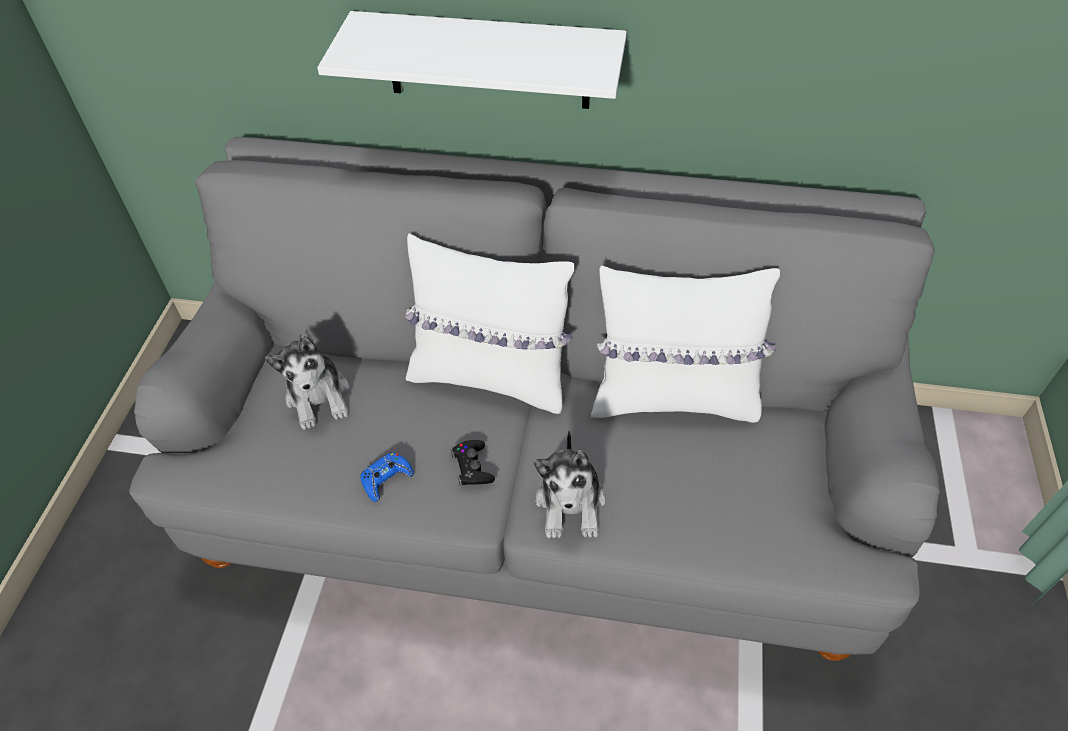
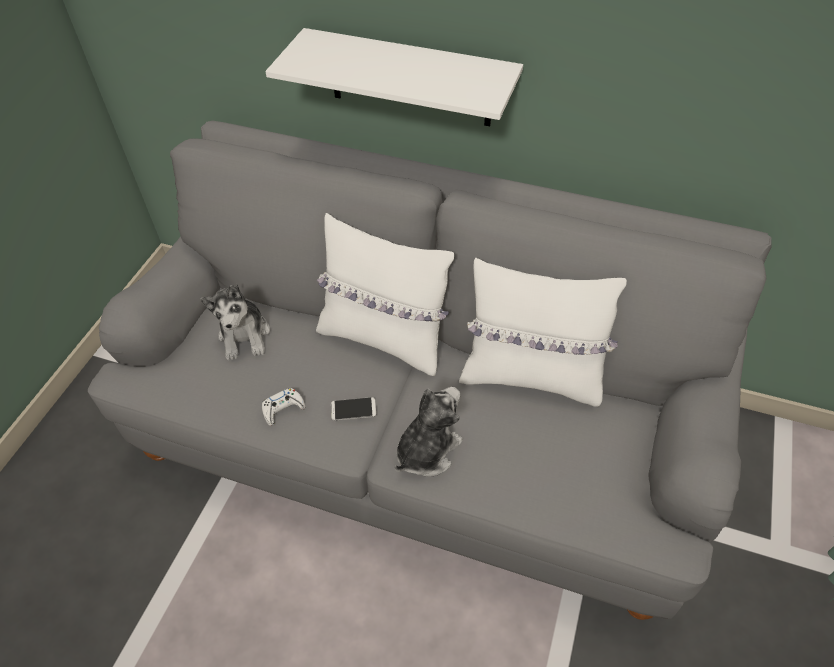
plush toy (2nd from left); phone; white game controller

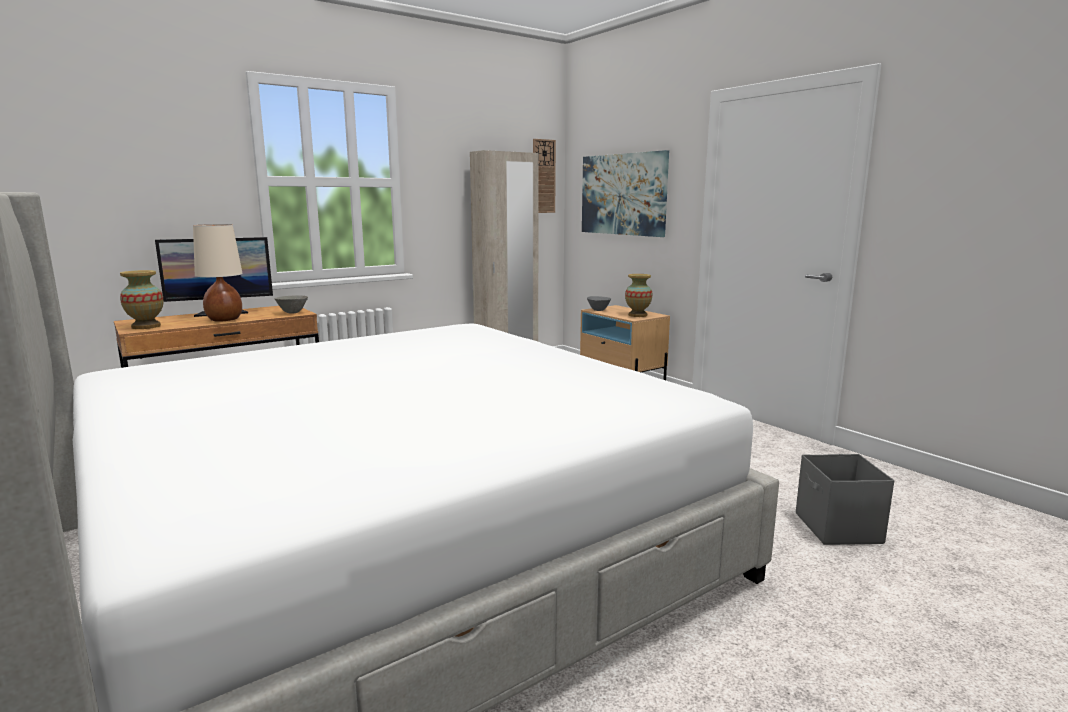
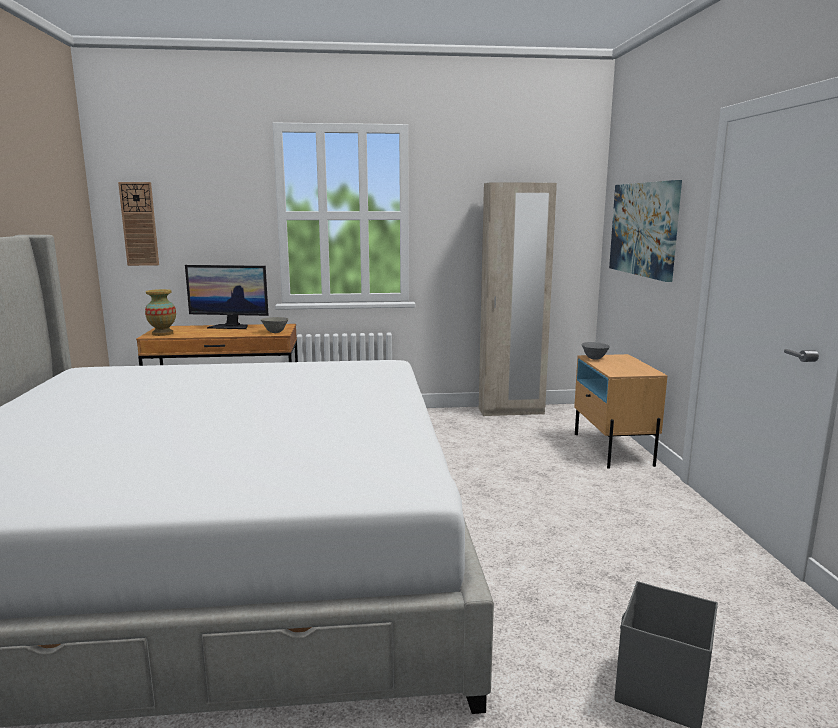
wall clock; beige table lamp; vase (2nd from left in the first image)

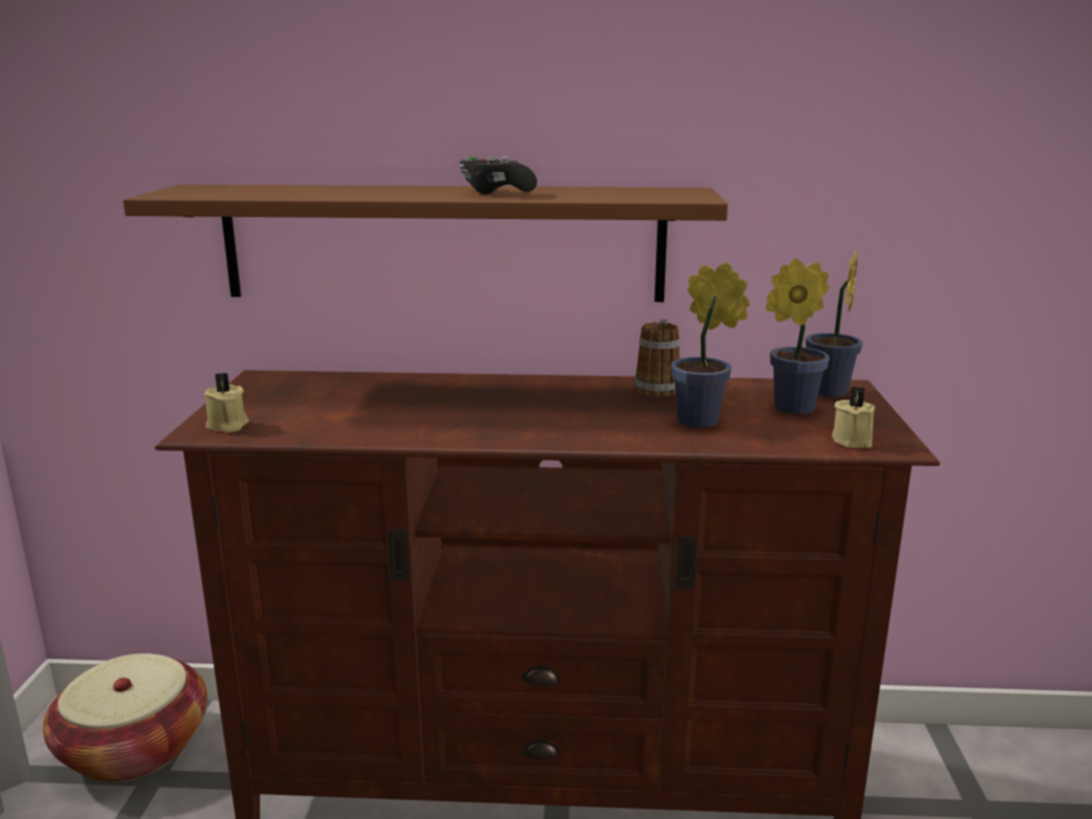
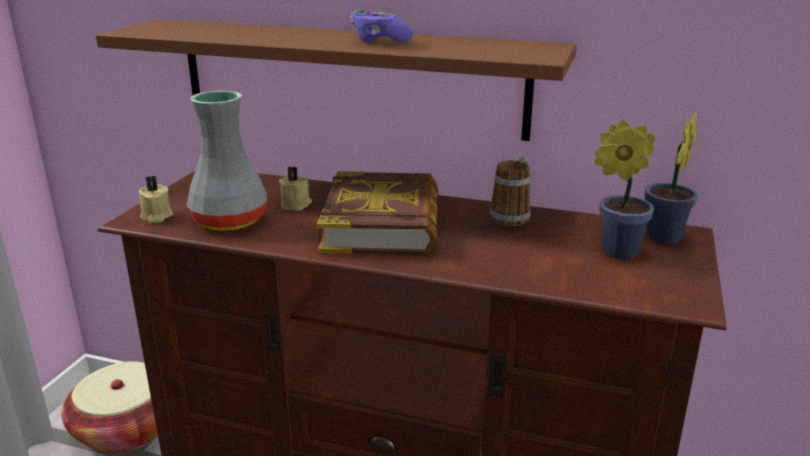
purple game controller; potted plant (1st from left in the first image); beige candle (2nd from left); grey vase; book

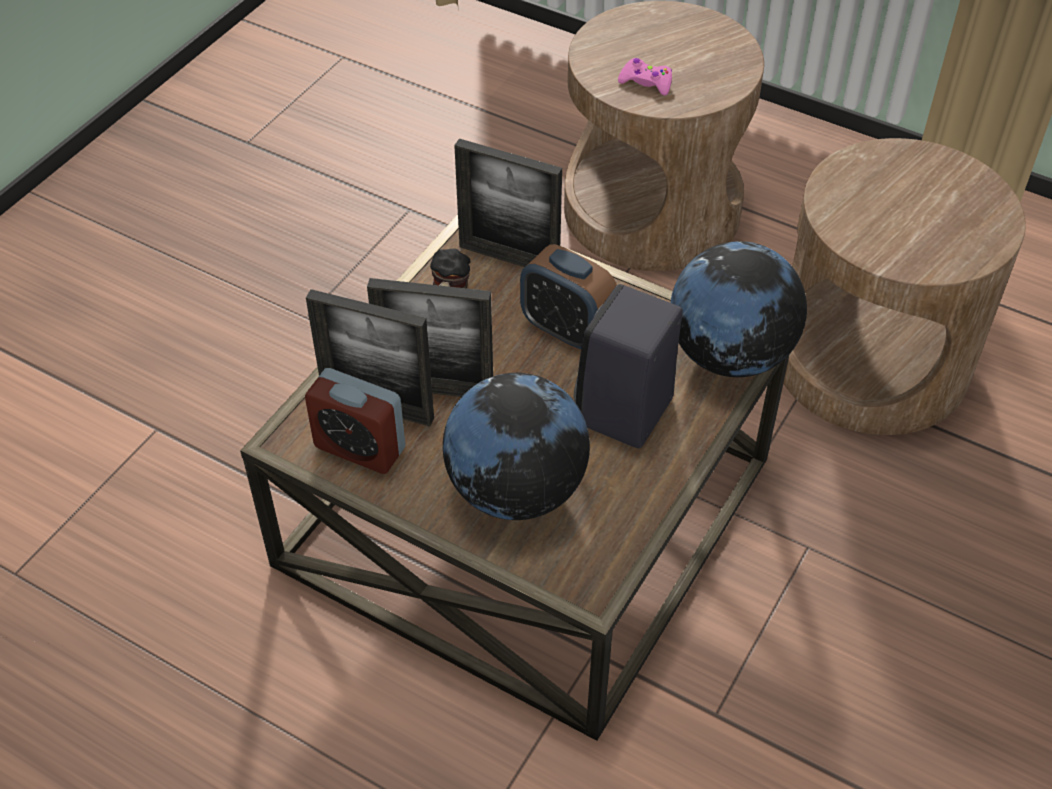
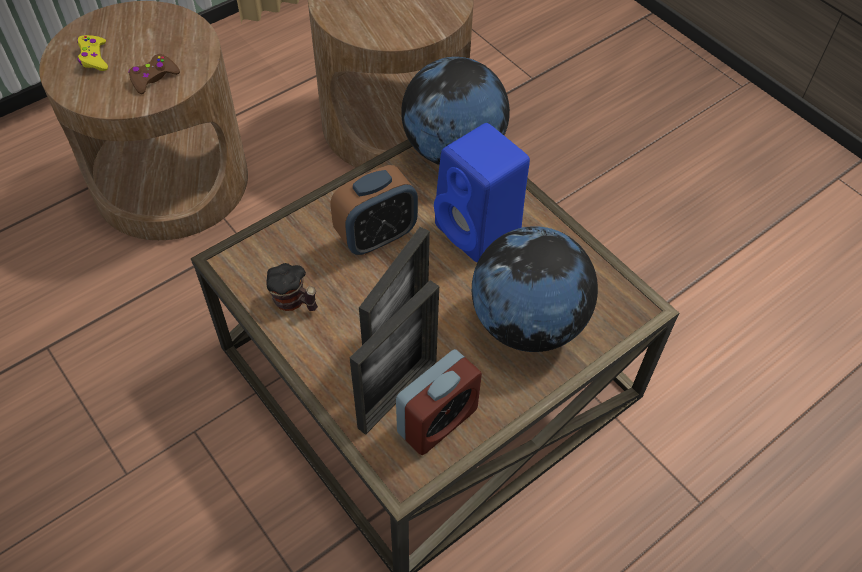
brown game controller; picture frame (3rd from left in the first image); blue speaker; yellow game controller

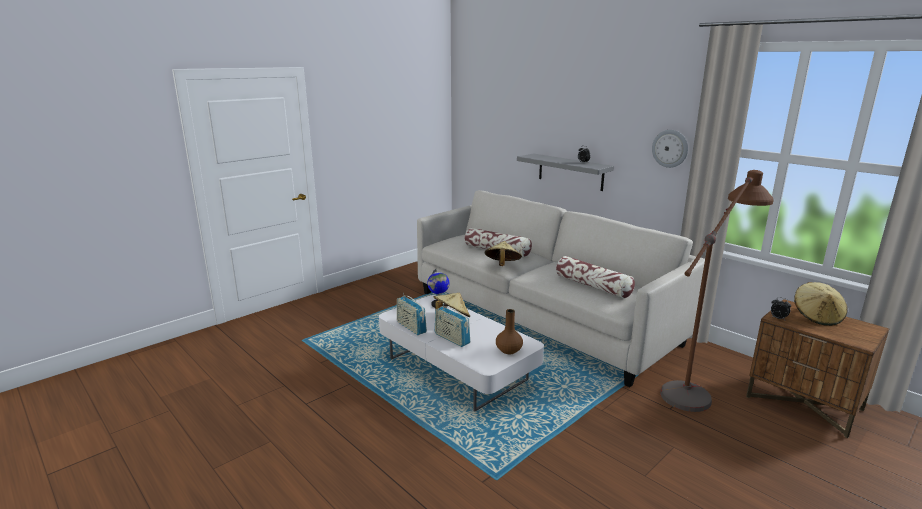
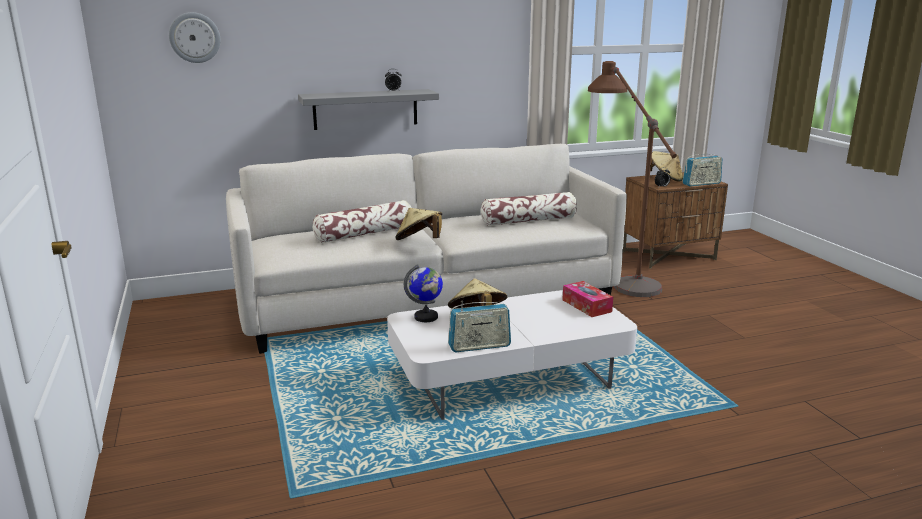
wall clock; radio (2nd from left); tissue box

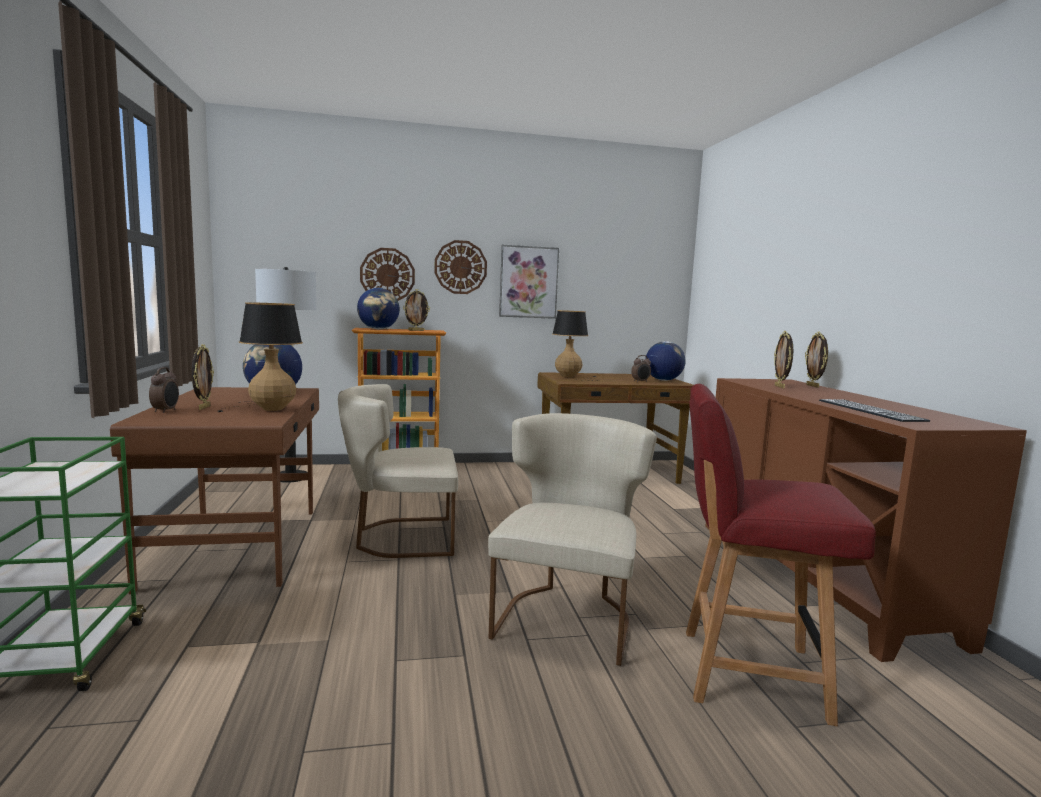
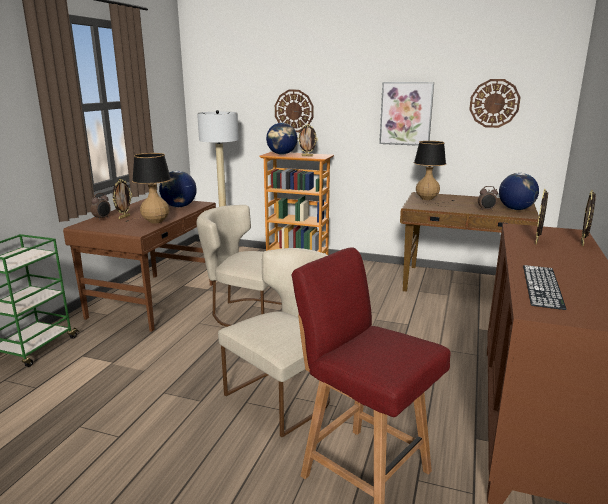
wall clock (2nd from left)

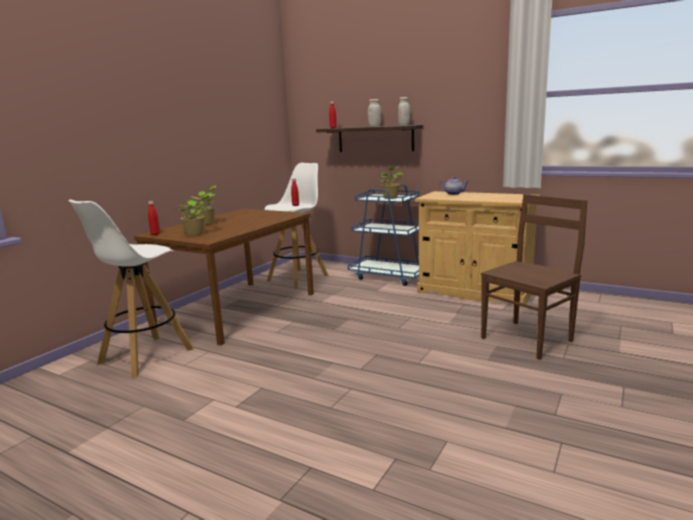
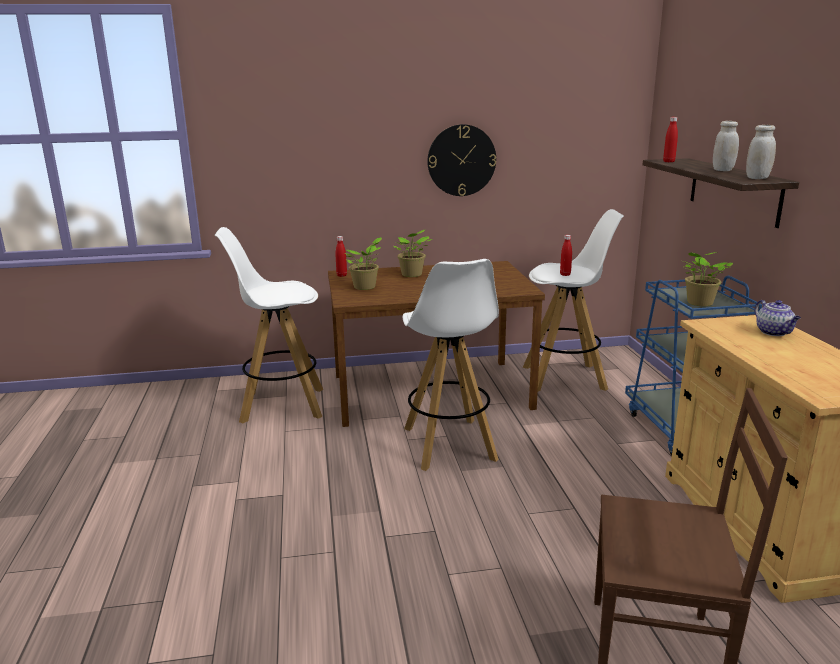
wall clock; white stool (2nd from left)

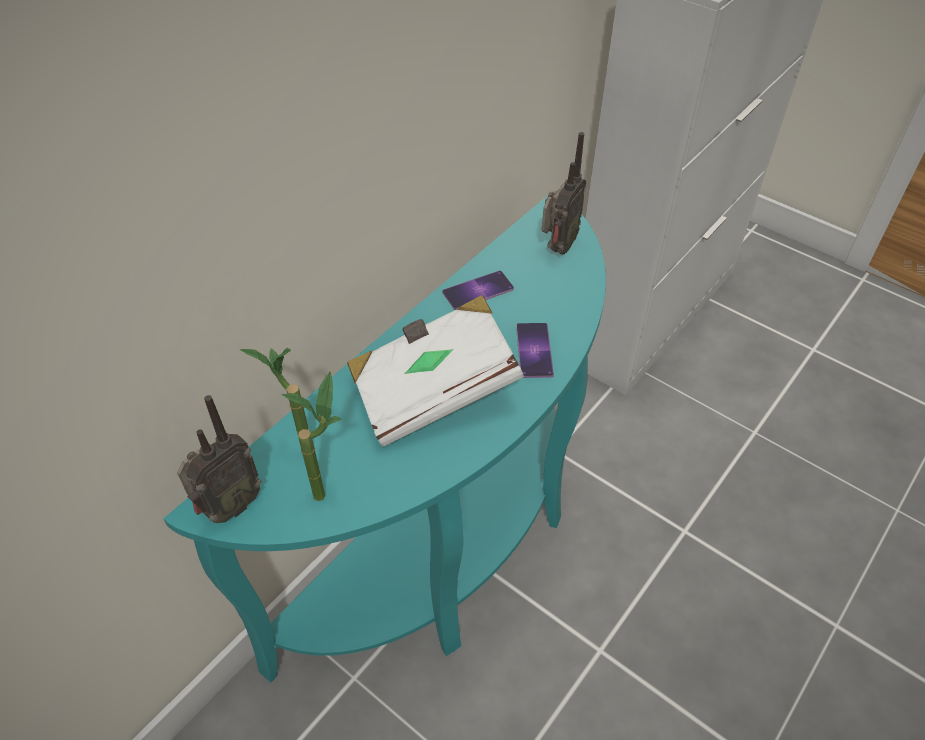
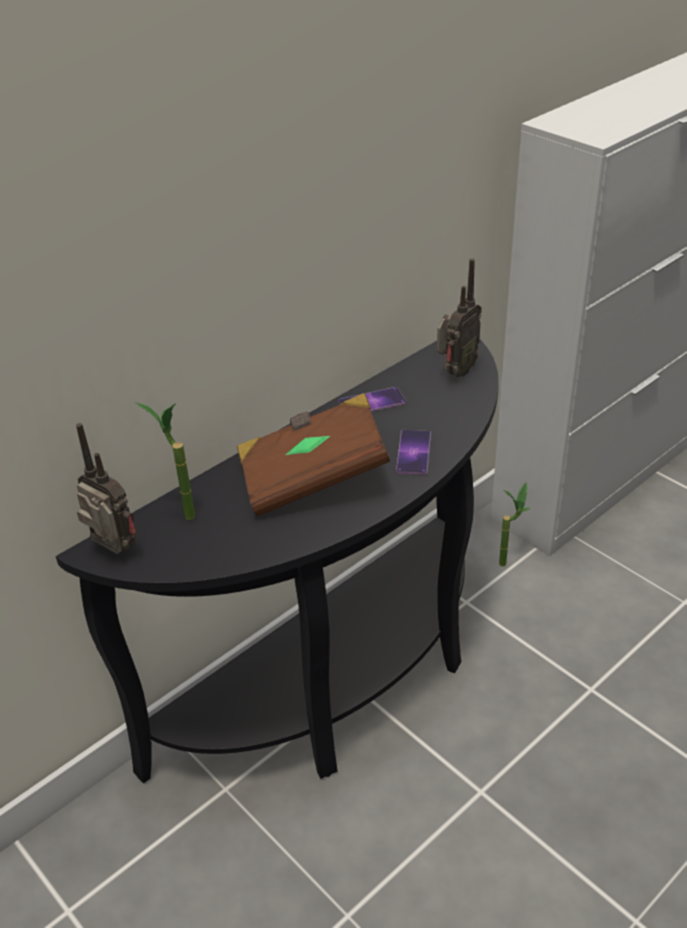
black console table; brown book; potted plant (2nd from left); radio (1st from left)

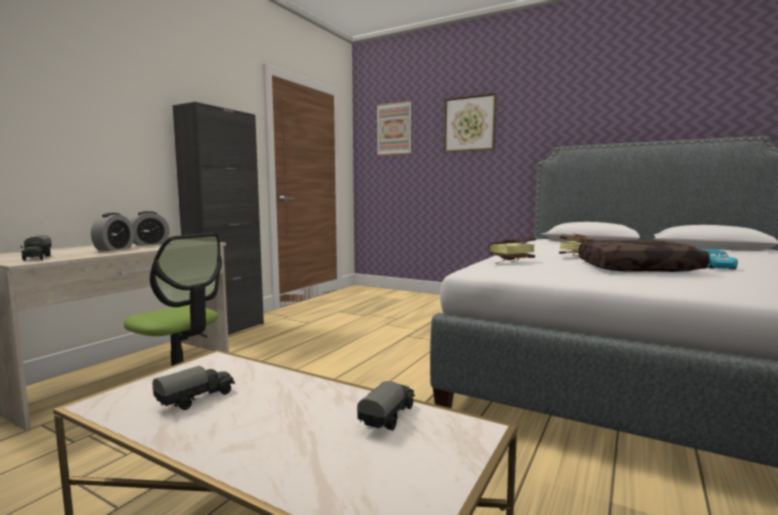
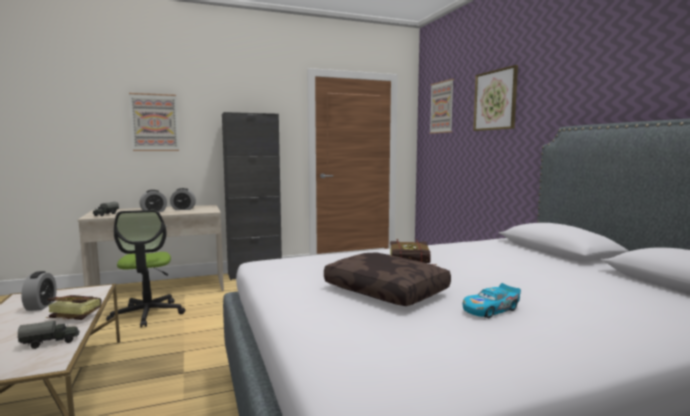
book (1st from left); alarm clock (1st from left); picture (1st from left)

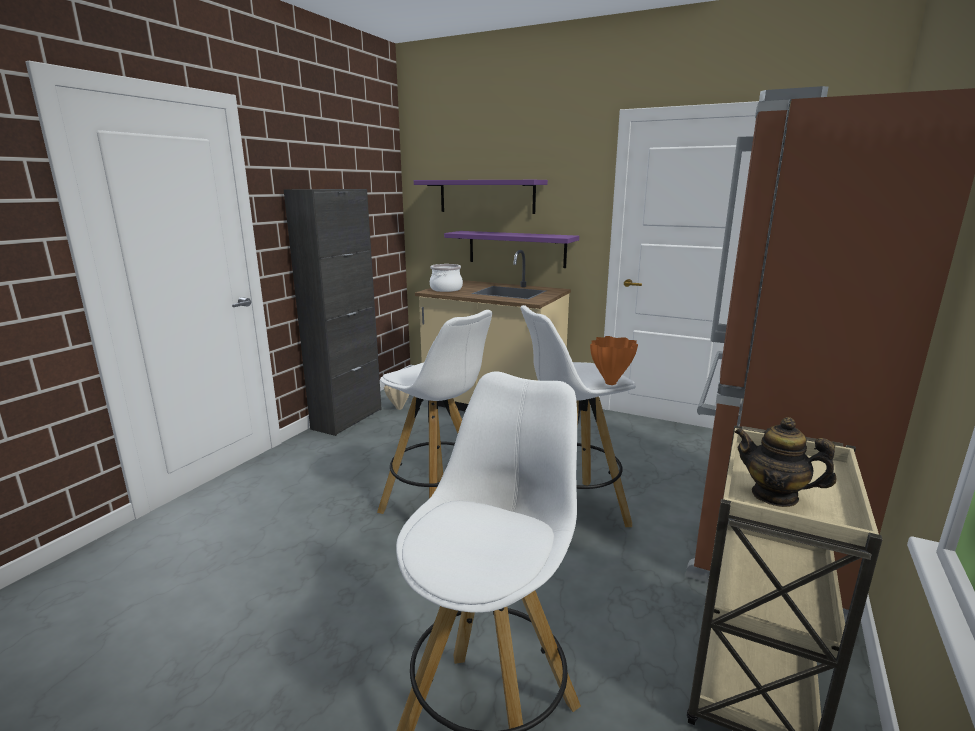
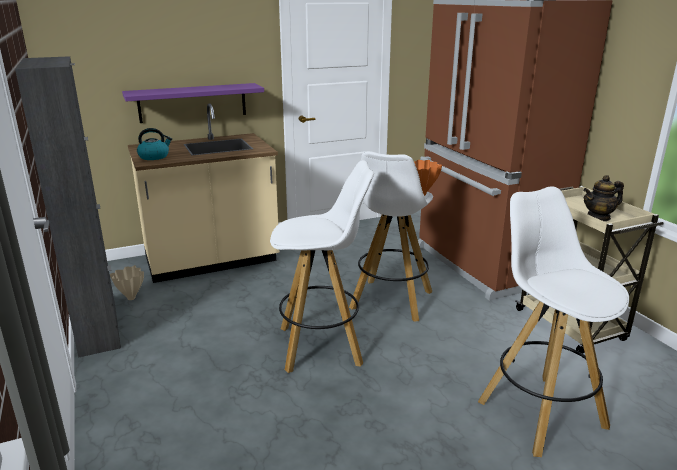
purple shelf (1st from left in the first image); kettle

